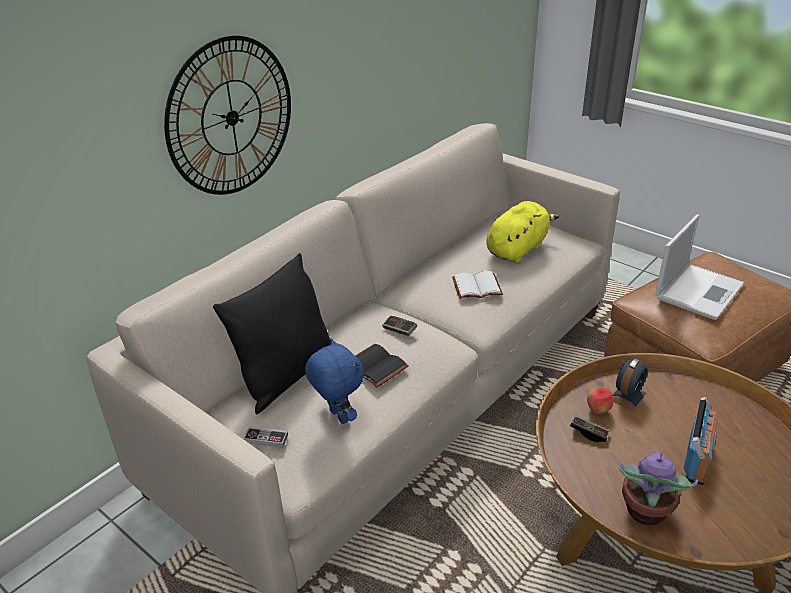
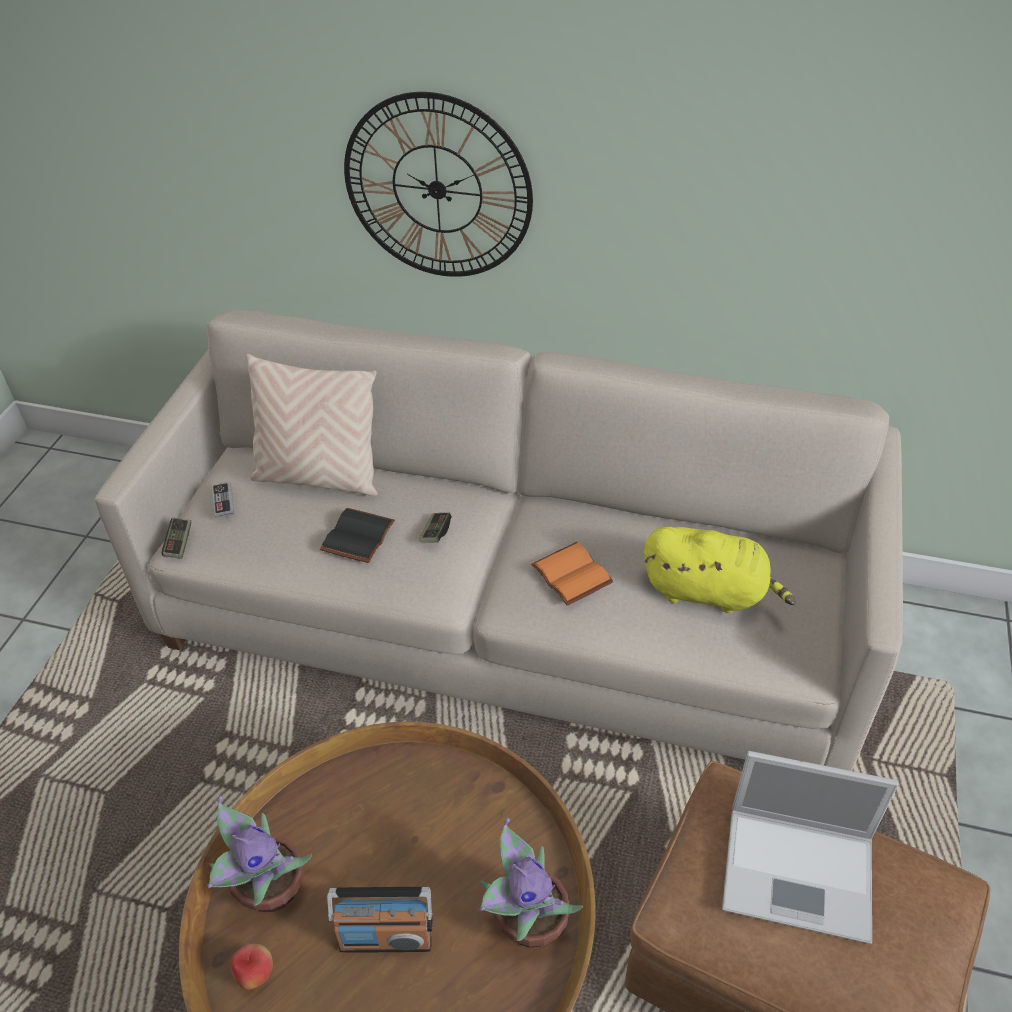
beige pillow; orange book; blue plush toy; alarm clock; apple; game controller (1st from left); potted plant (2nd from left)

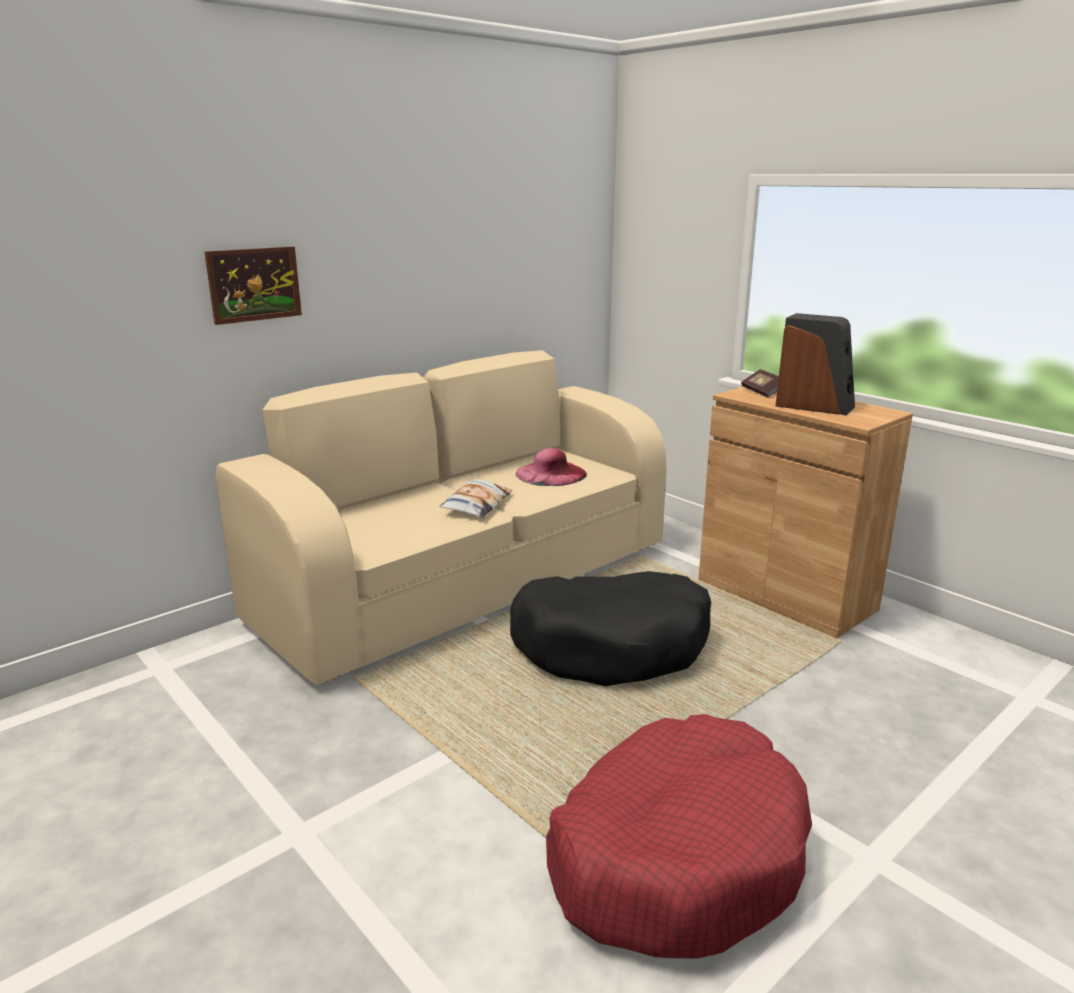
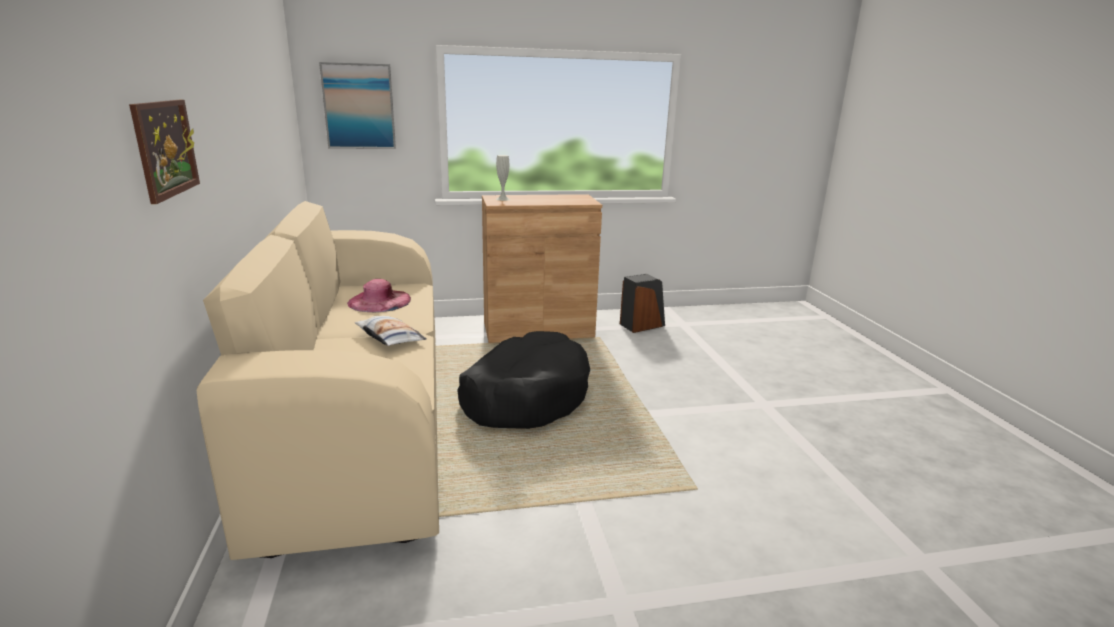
speaker; white vase; red dog bed; picture (2nd from left)

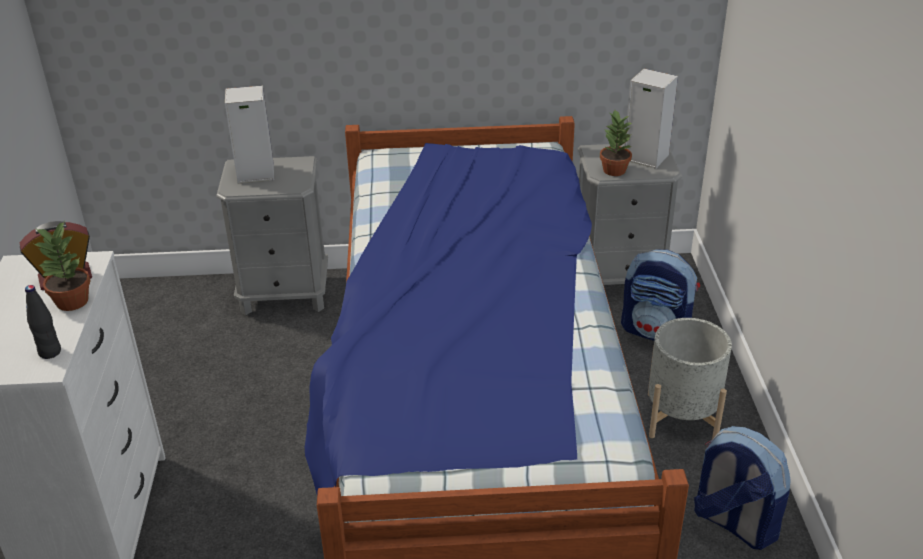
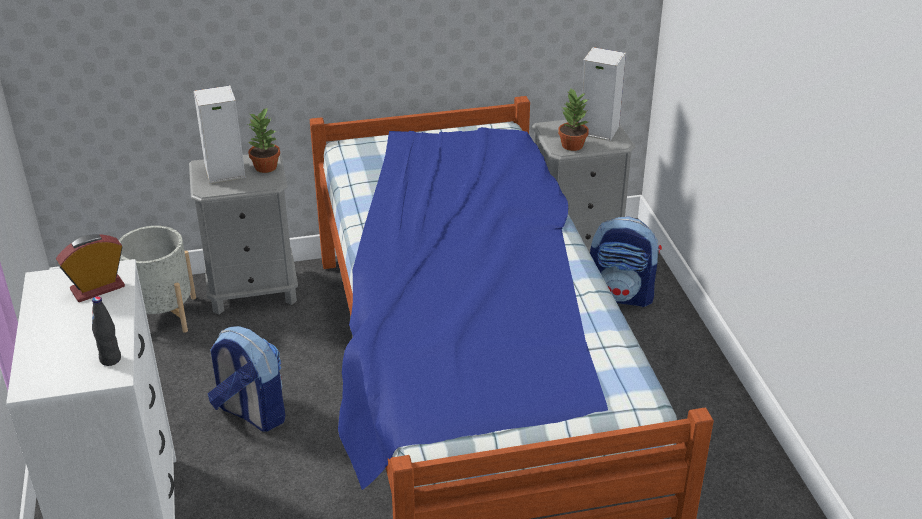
potted plant (1st from left); grey planter; backpack (1st from left)

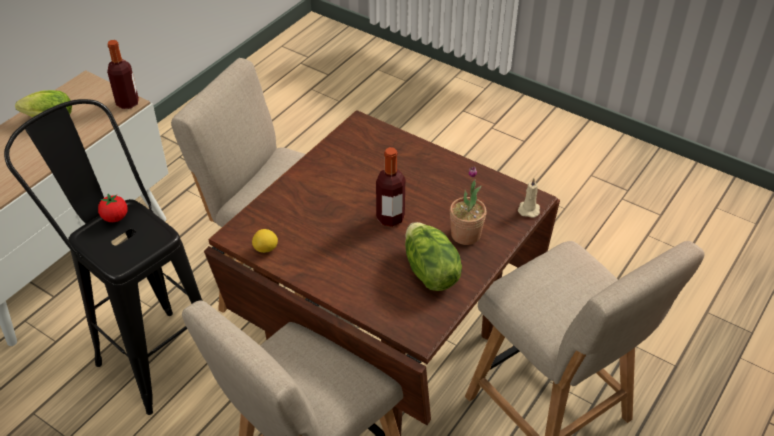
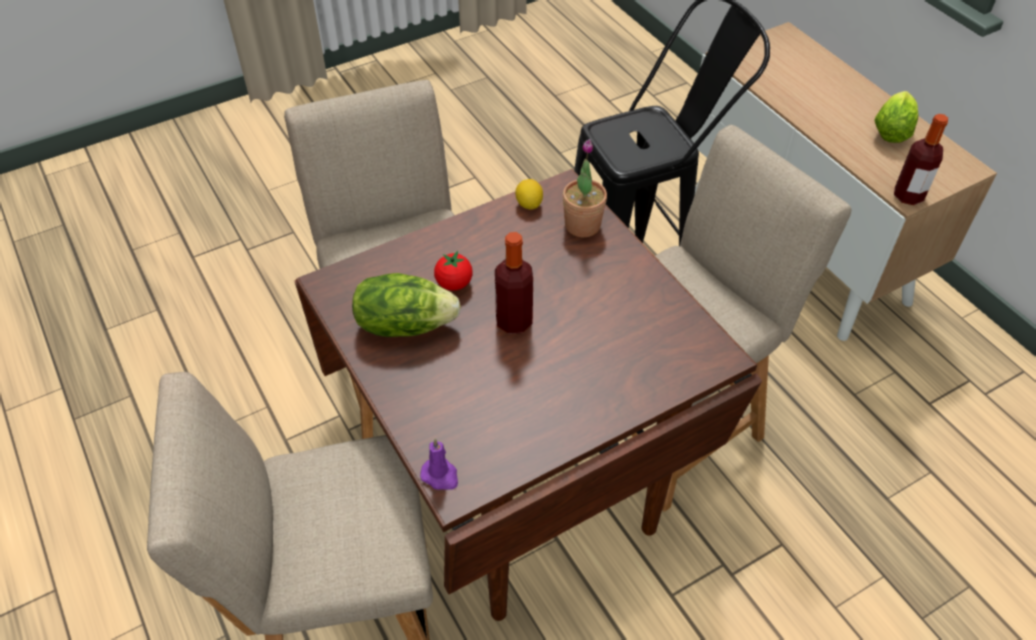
potted plant; purple candle; tomato

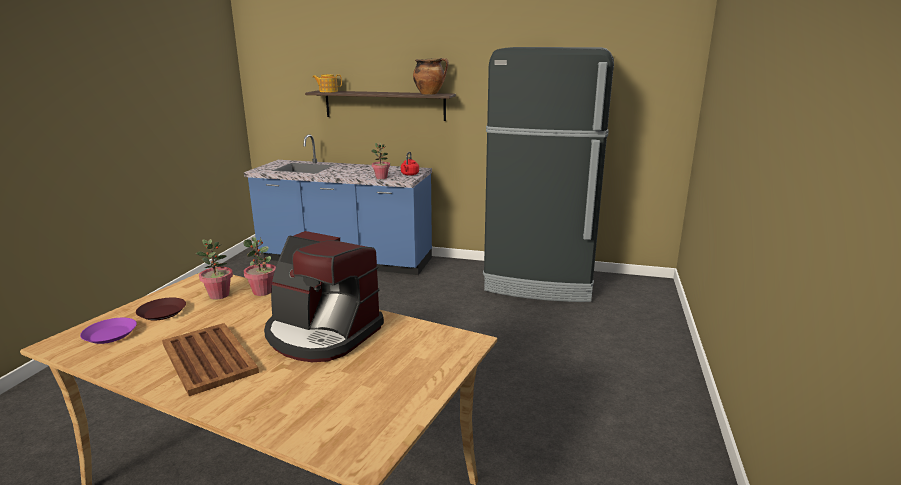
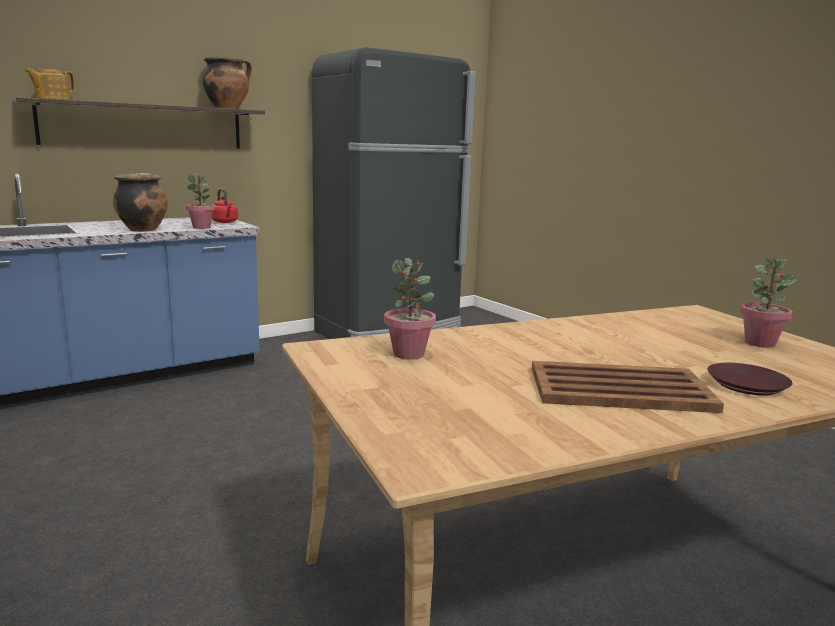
coffee machine; potted plant (3rd from left); brown plate; purple plate; cooking pot (1st from left)

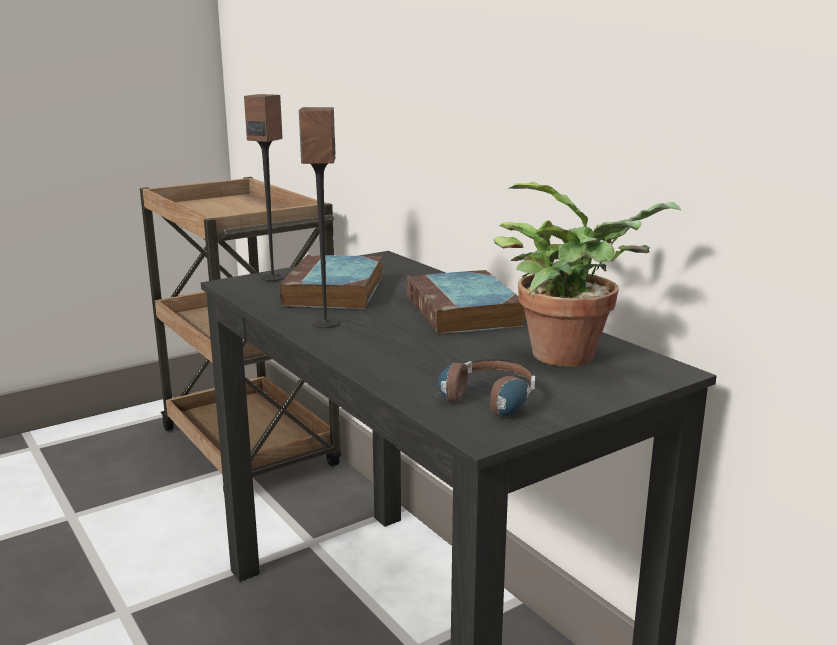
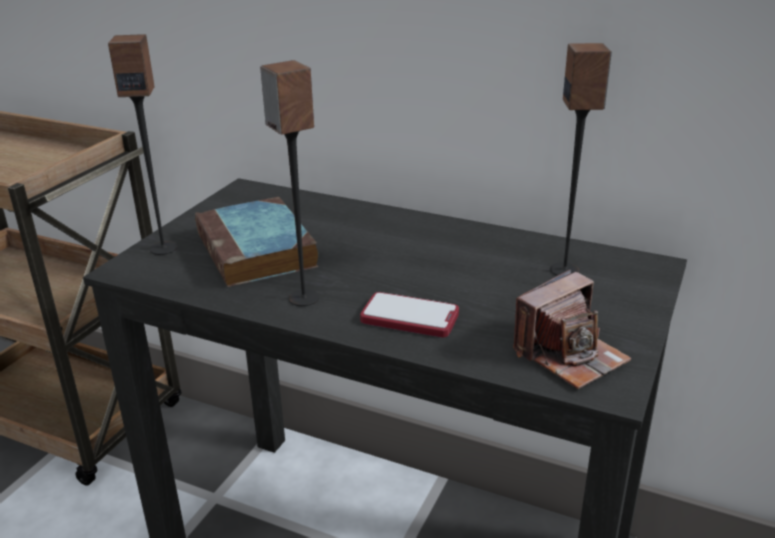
speaker (3rd from left); book (2nd from left in the first image); photo camera; phone

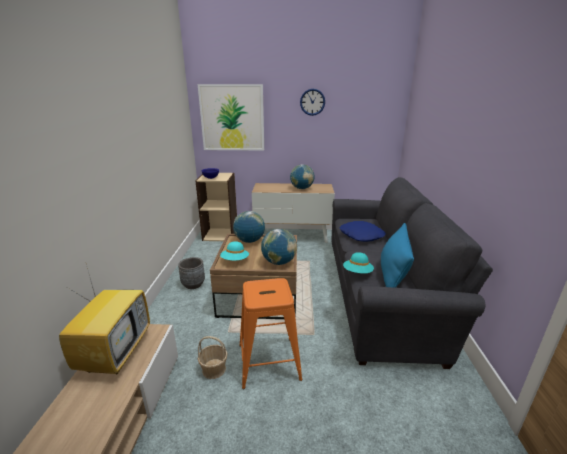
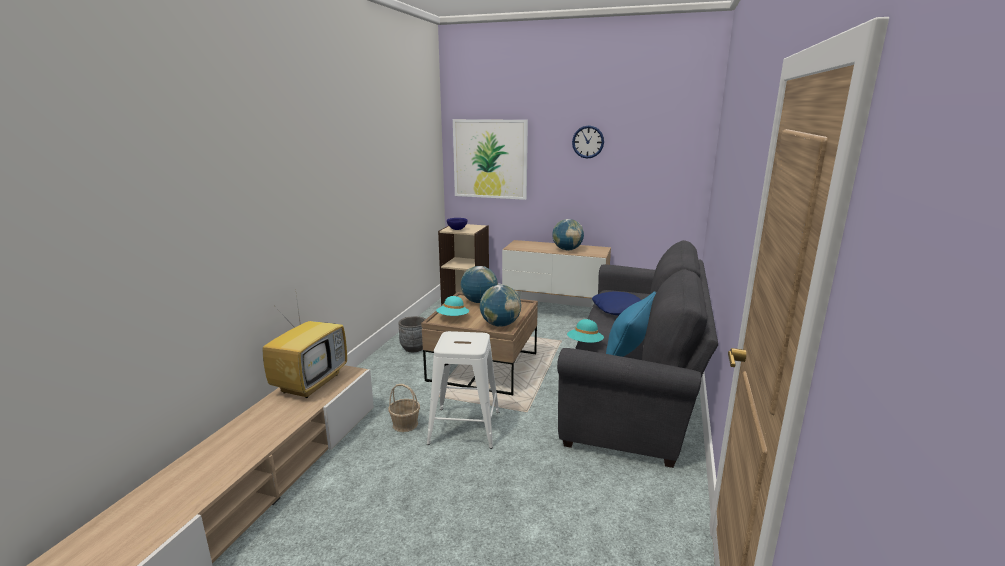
white stool

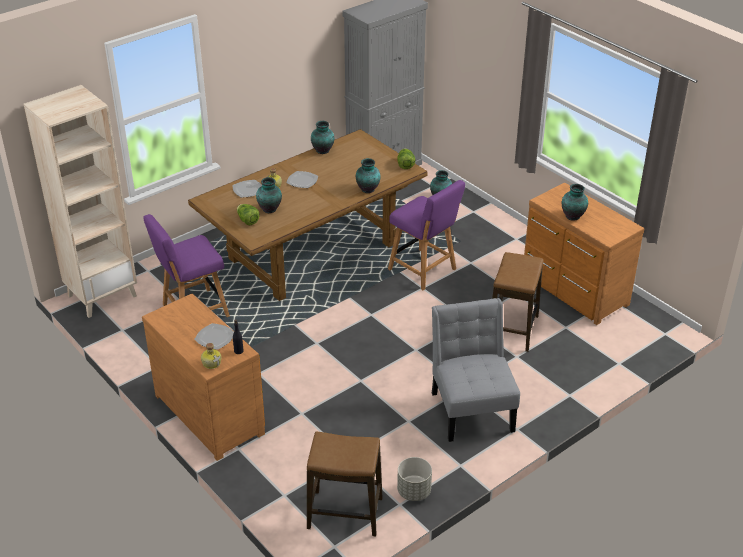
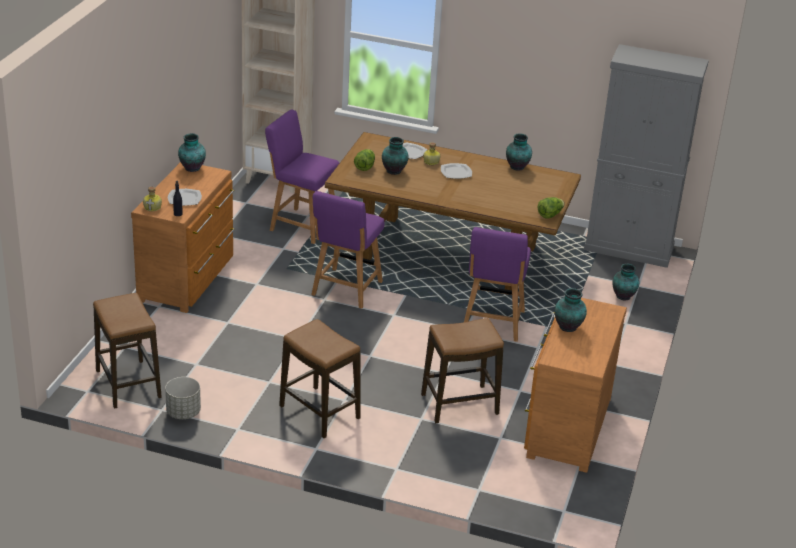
vase (1st from left); stool (2nd from left); purple chair (2nd from left)

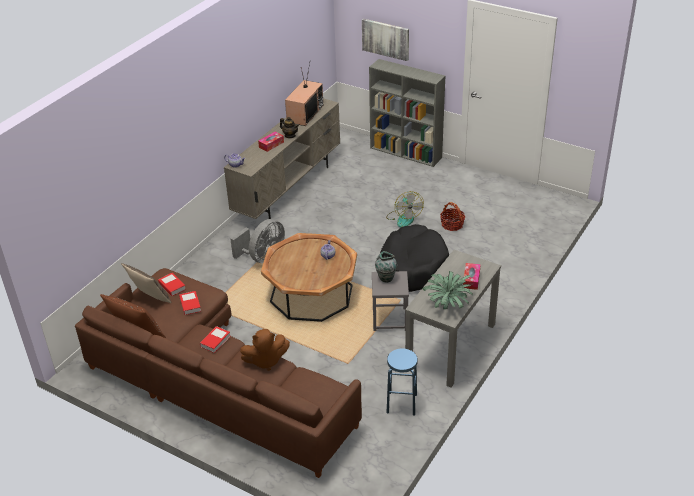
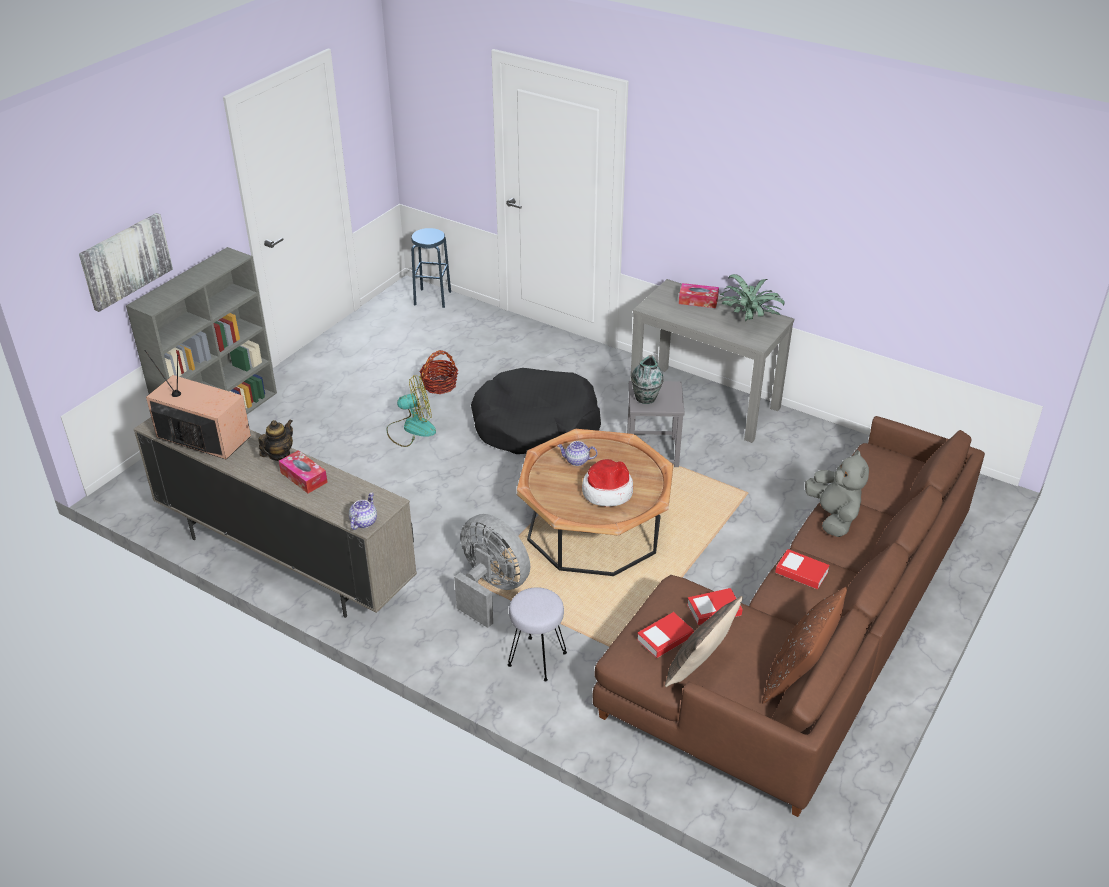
grey plush toy; blue stool; hat; grey stool (1st from left)

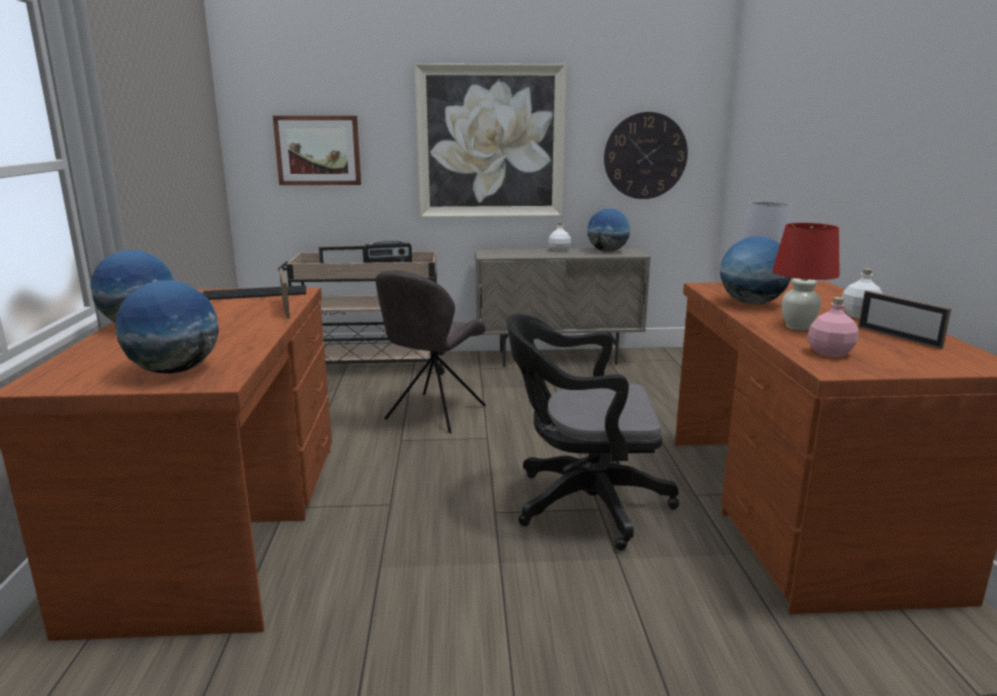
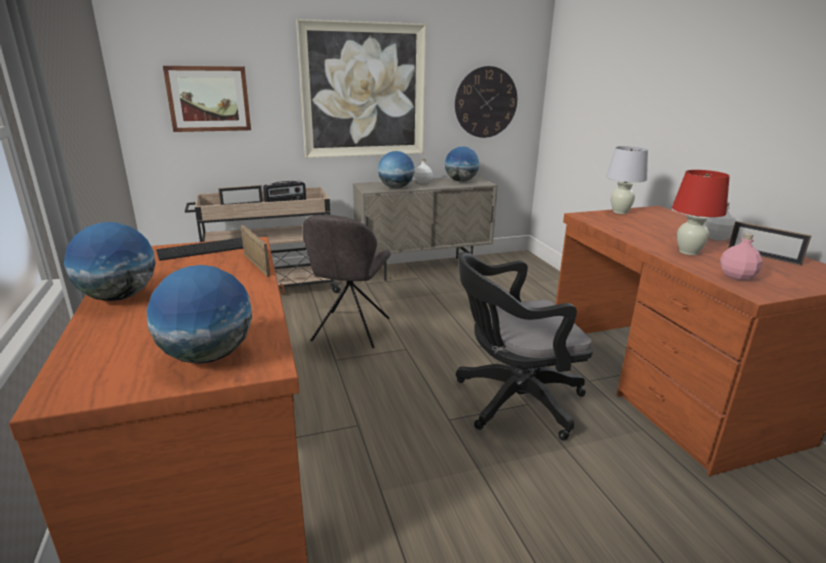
globe (3rd from left)

